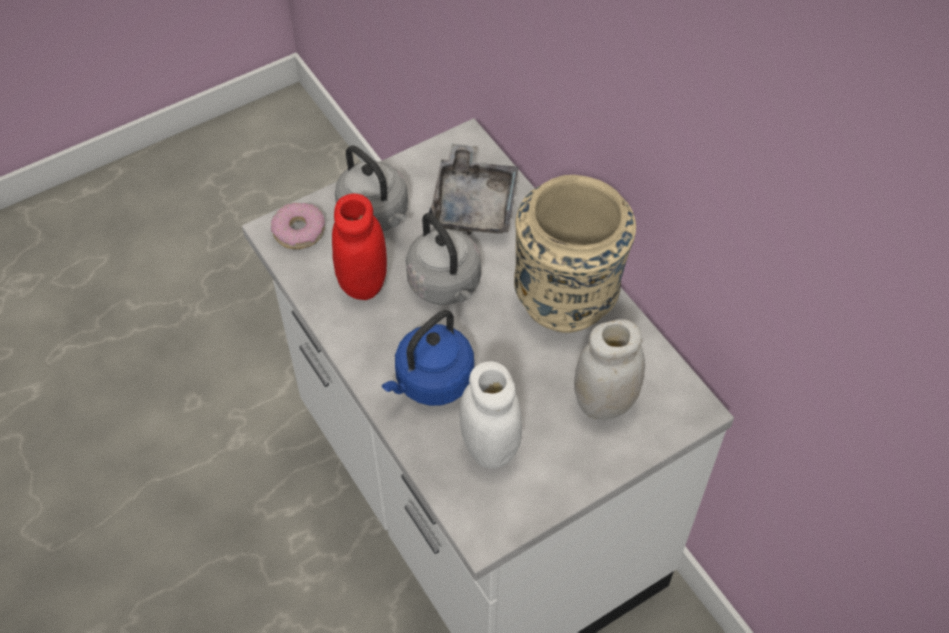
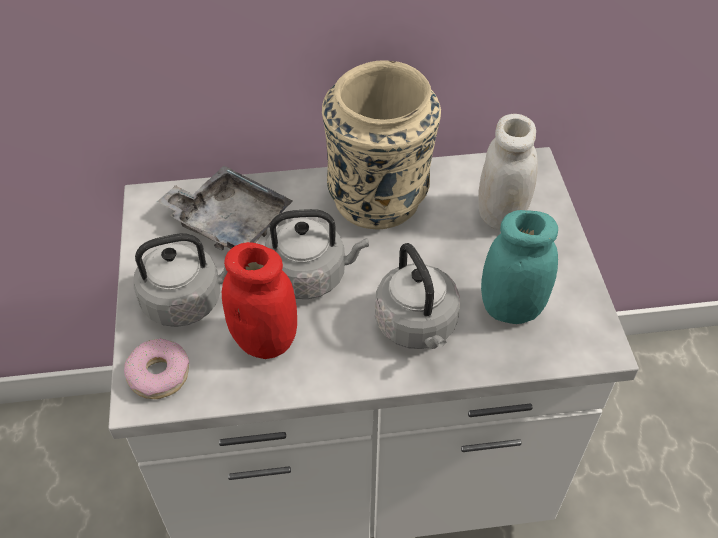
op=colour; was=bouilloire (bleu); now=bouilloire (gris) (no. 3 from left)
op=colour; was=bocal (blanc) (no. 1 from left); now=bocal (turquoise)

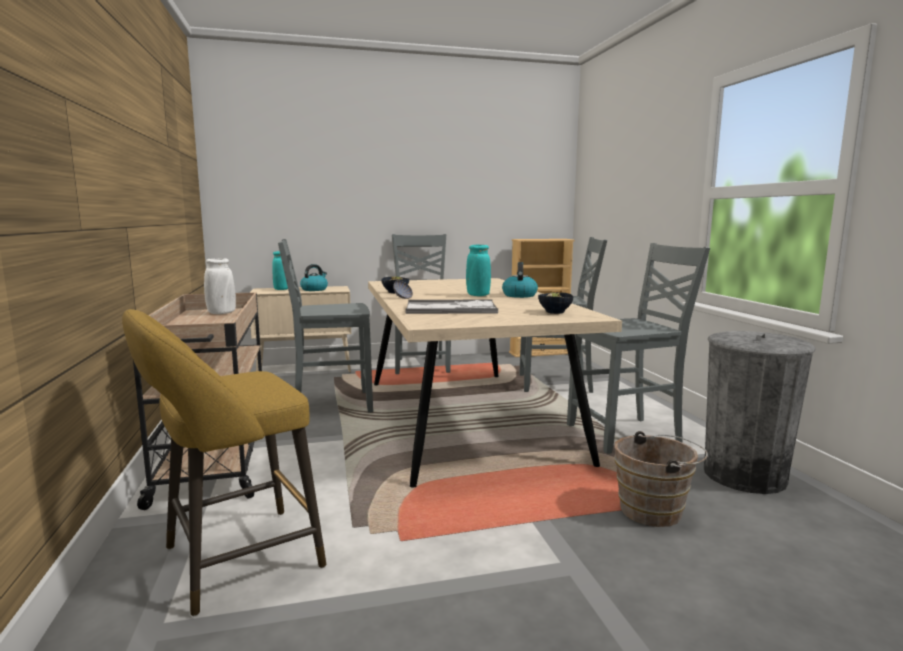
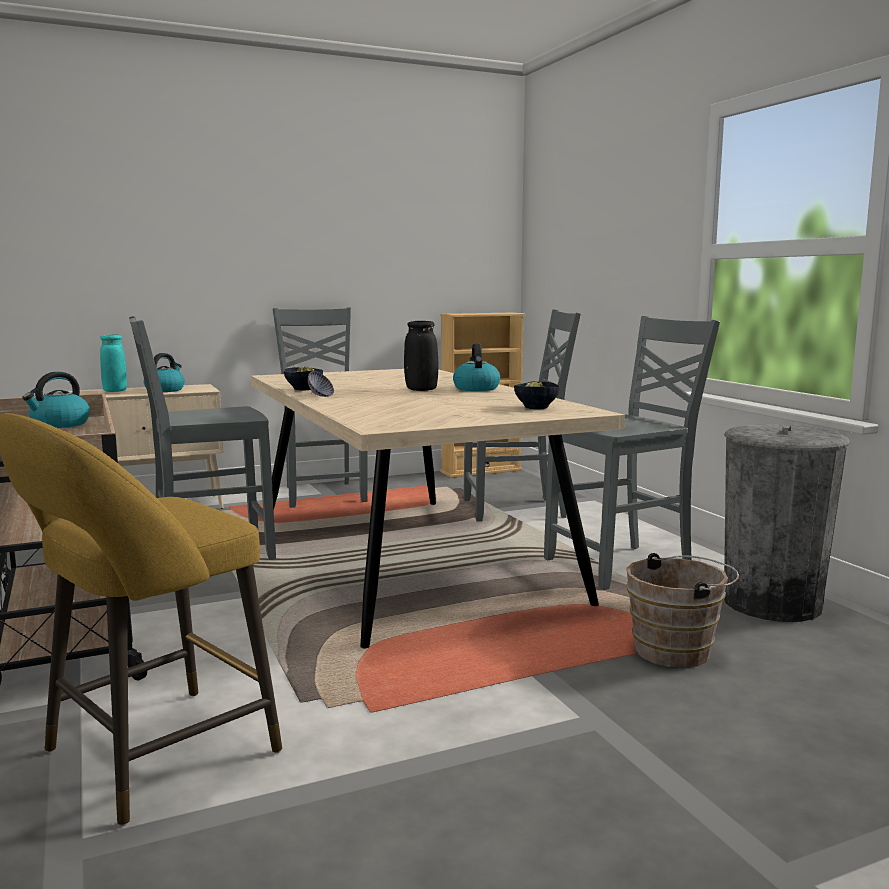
op=missing; was=plateau
op=exchanged; was=vase (blanc); now=bouilloire (no. 1 from left)
op=colour; was=vase (turquoise) (no. 2 from left); now=vase (noir)

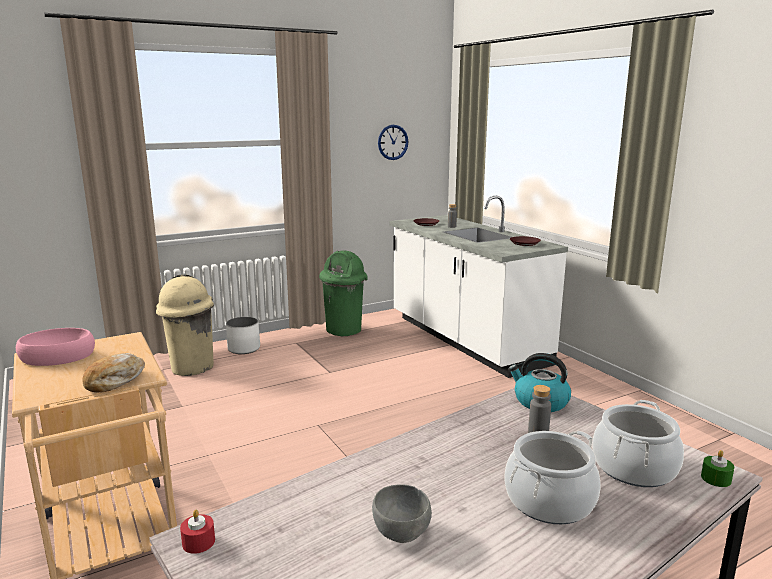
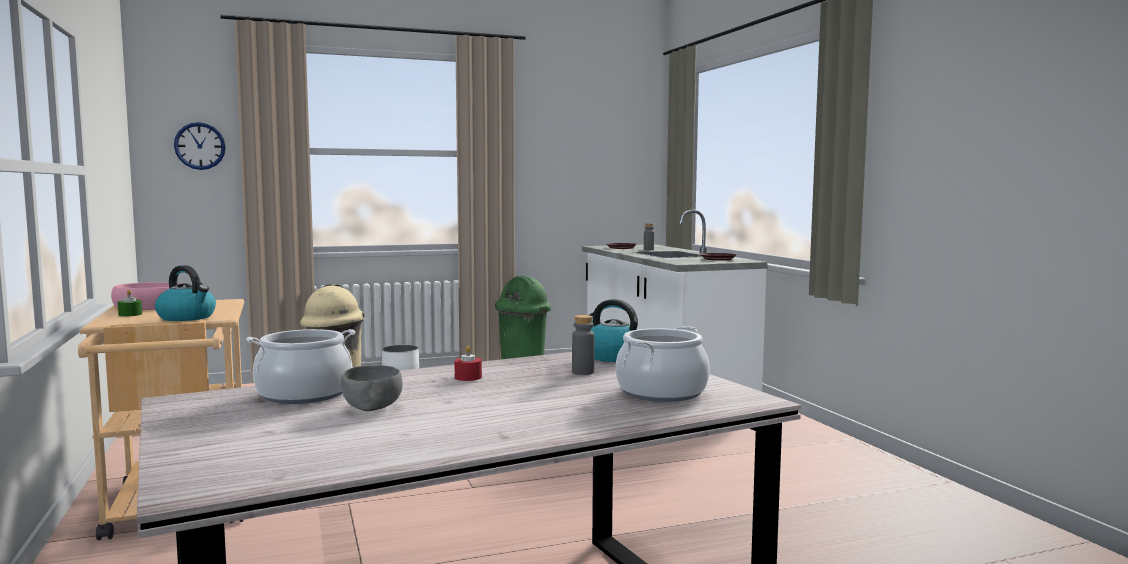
op=relocated; was=bougie (rouge)
op=relocated; was=horloge murale
op=relocated; was=marmite (no. 1 from left)
op=relocated; was=bougie (vert)
op=exchanged; was=pain; now=bouilloire (no. 1 from left)

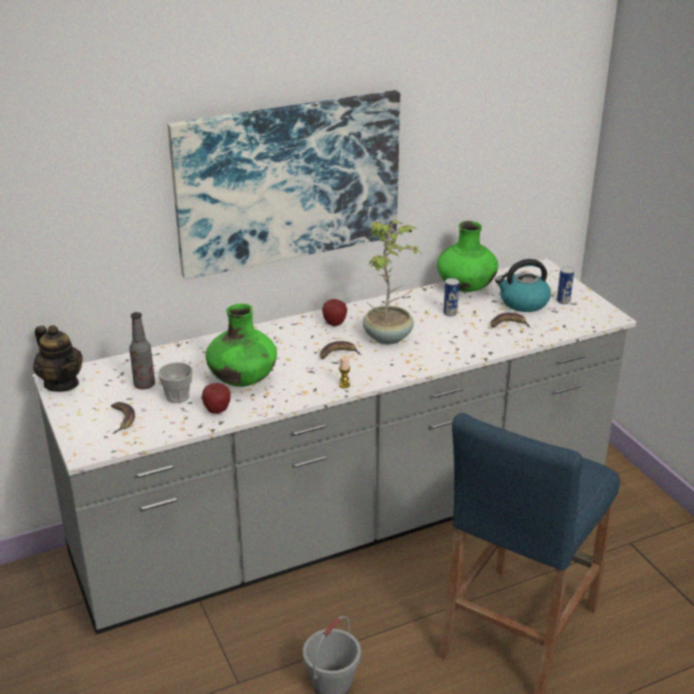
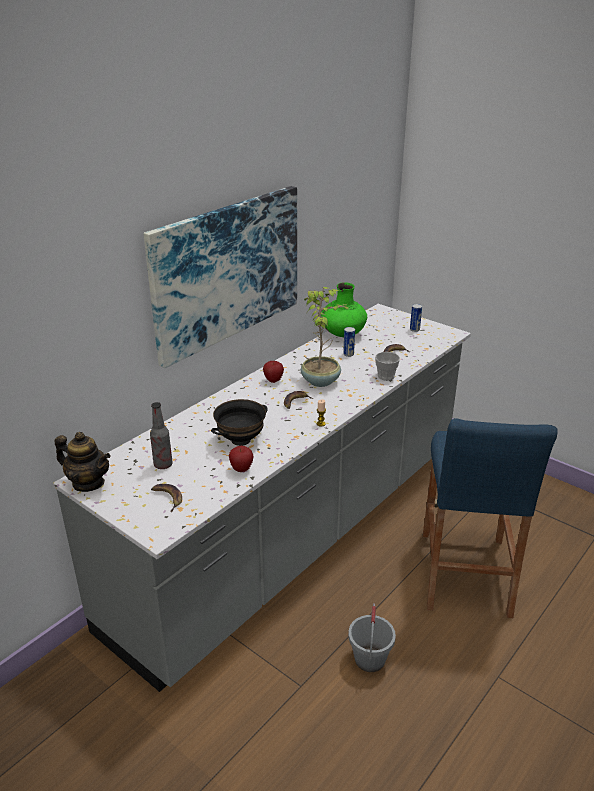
op=missing; was=bouilloire
op=relocated; was=tasse
op=exchanged; was=vase (vert) (no. 1 from left); now=bol (noir)

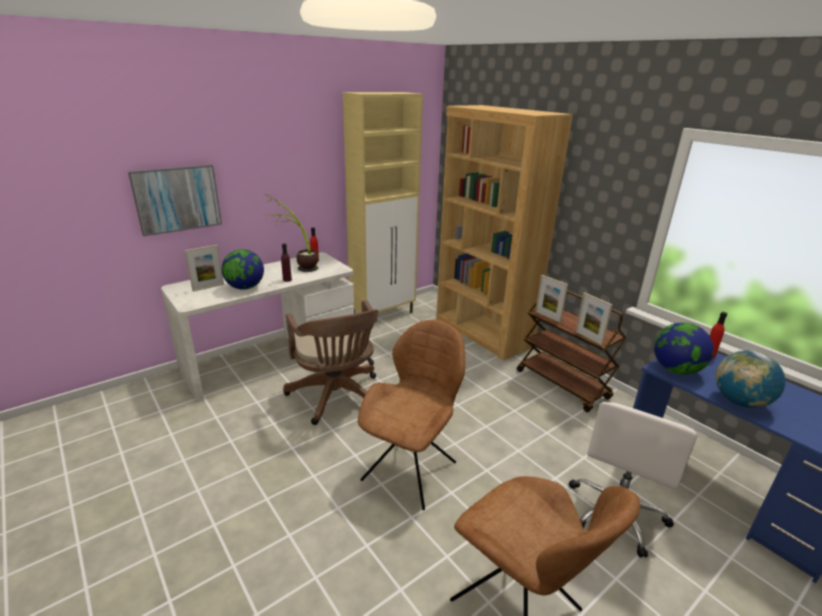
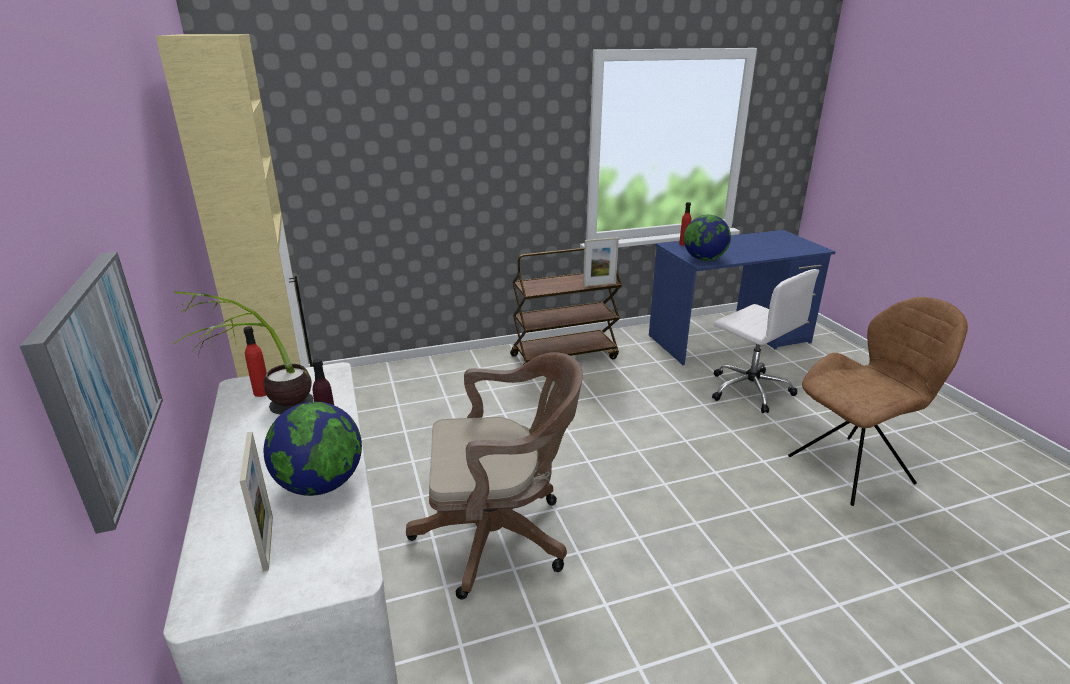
op=missing; was=chaise (marron) (no. 1 from left)
op=missing; was=bibliothèque (marron)
op=missing; was=cadre photo (no. 2 from left)
op=missing; was=globe (no. 3 from left)

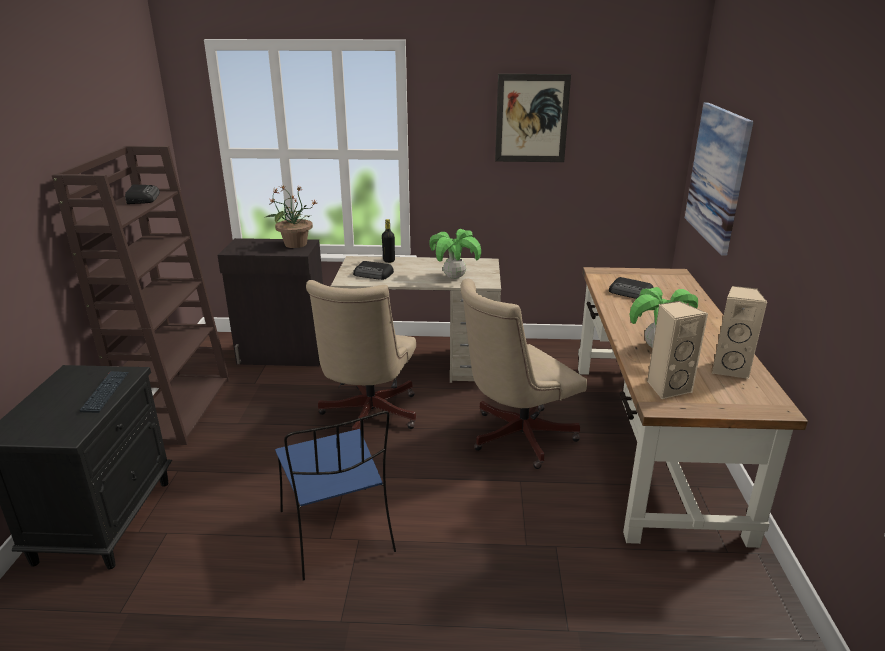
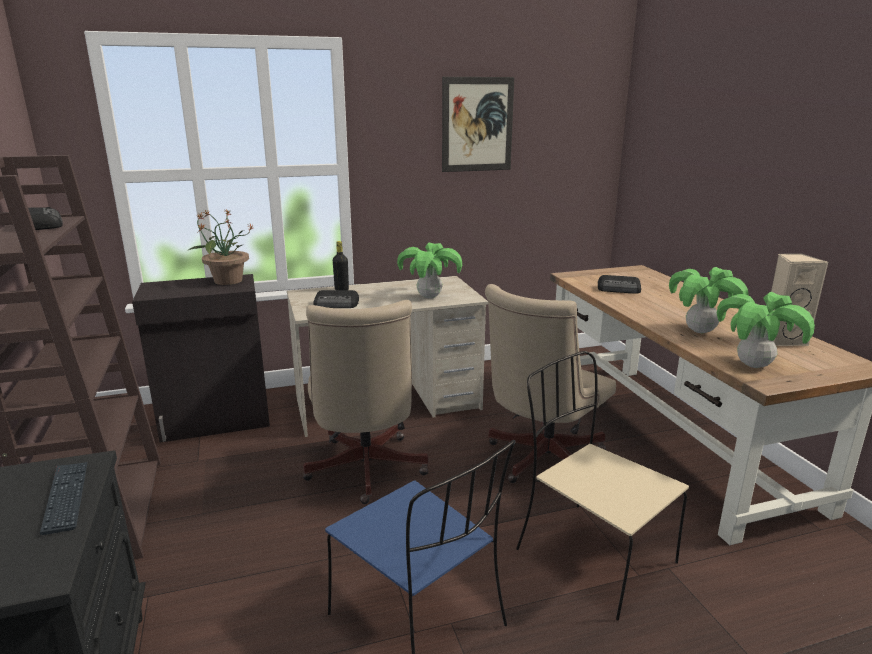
op=missing; was=tableau (no. 2 from left)
op=appeared; now=chaise (beige)
op=exchanged; was=enceinte (beige) (no. 1 from left); now=plante en pot (no. 4 from left)

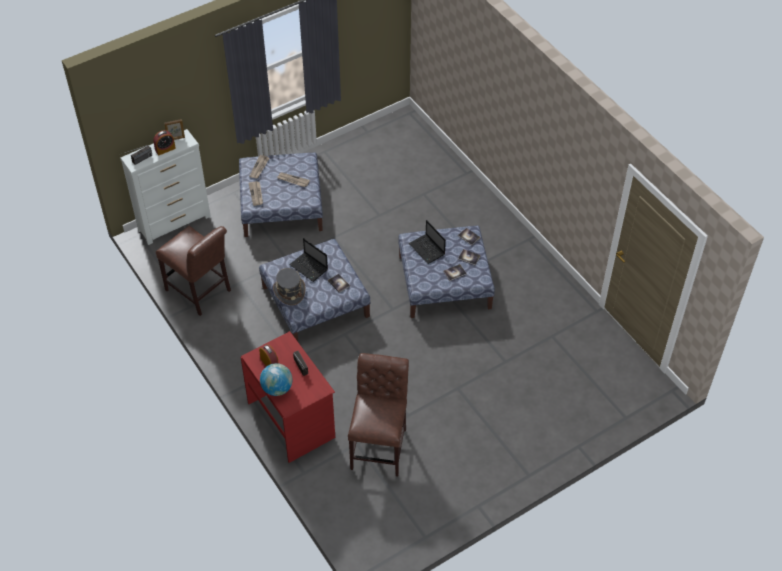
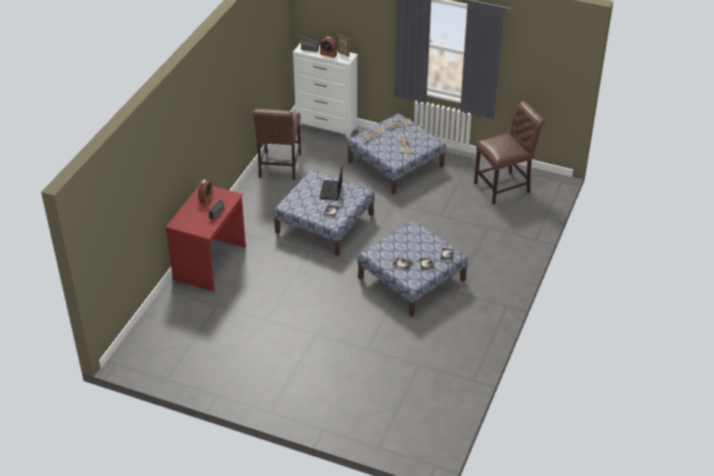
op=missing; was=globe
op=missing; was=chapeau (gris)
op=missing; was=ordinateur portable (no. 2 from left)
op=relocated; was=chaise (marron) (no. 2 from left)

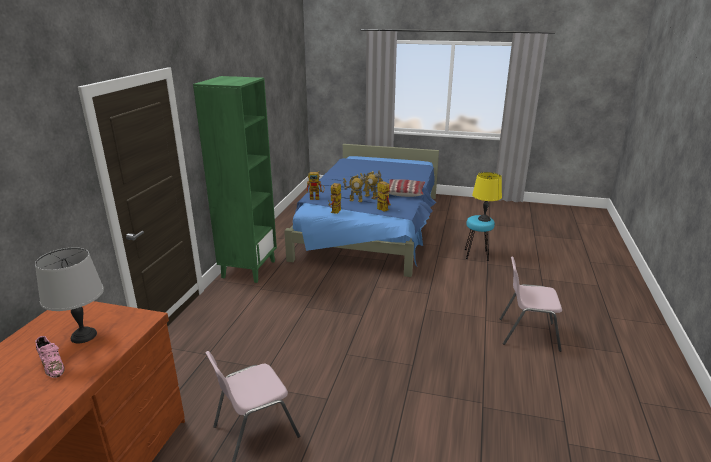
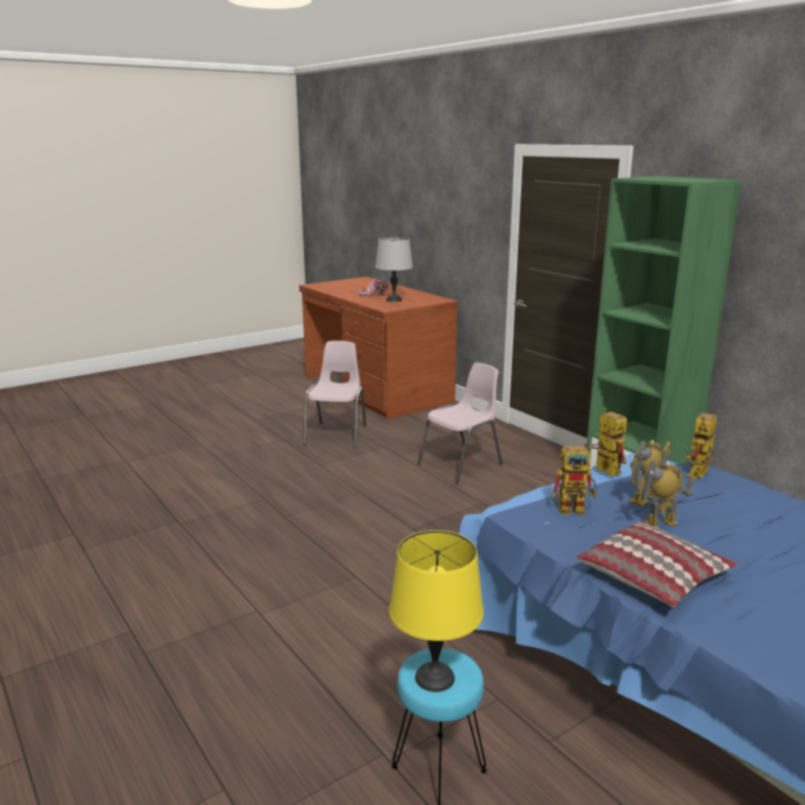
op=relocated; was=chaise (rose) (no. 2 from left)

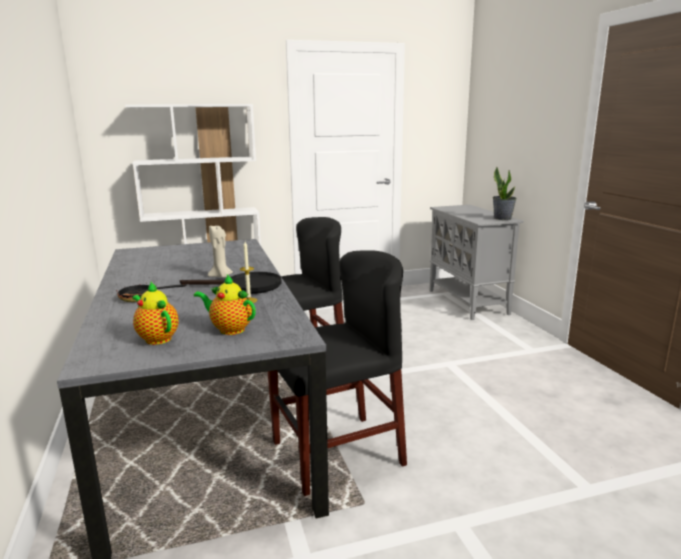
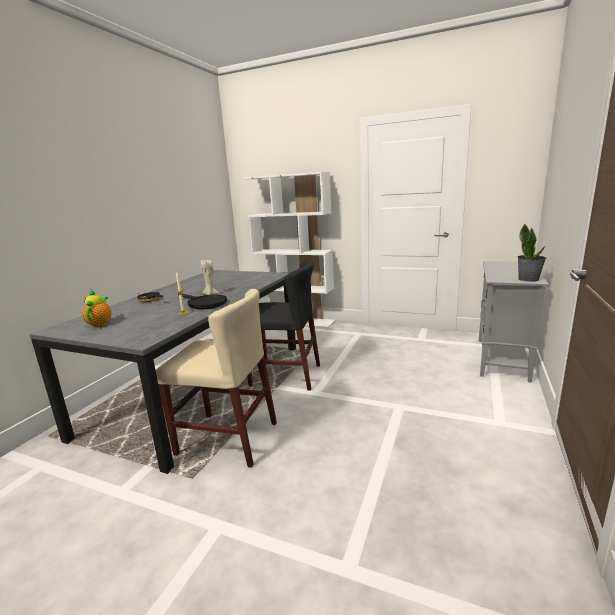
op=missing; was=théière (no. 2 from left)
op=colour; was=chaise (noir) (no. 2 from left); now=chaise (beige)

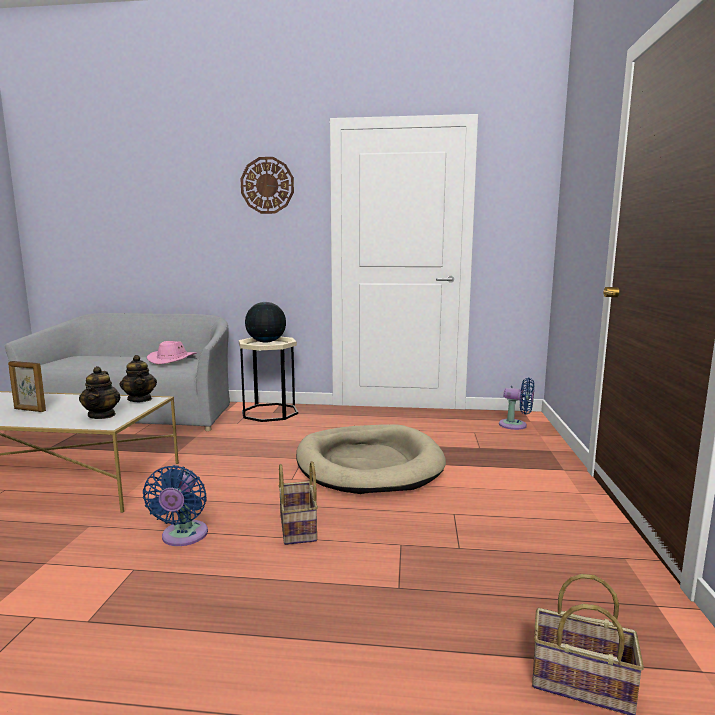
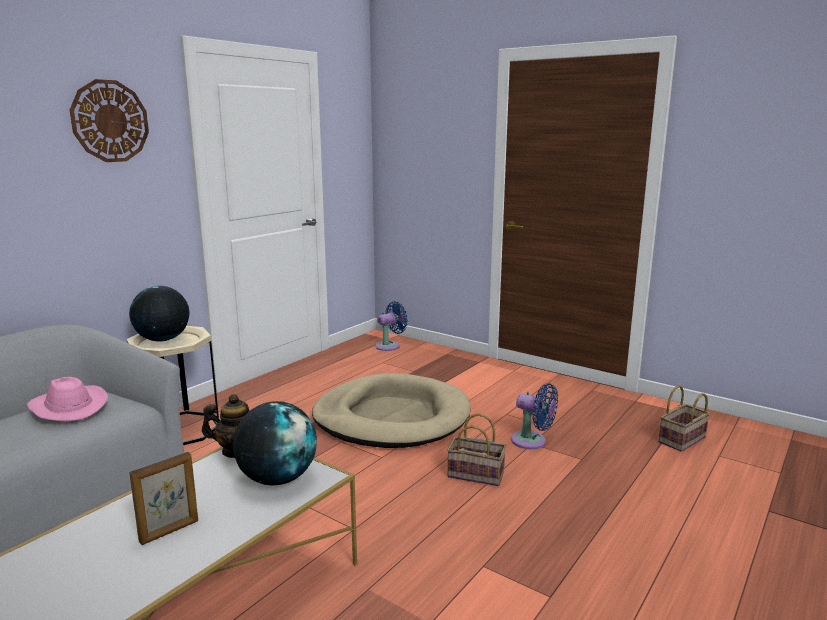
op=relocated; was=ventilateur (bleu) (no. 1 from left in the first image); now=ventilateur (bleu) (no. 2 from left)
op=exchanged; was=théière (no. 1 from left); now=globe (no. 2 from left)

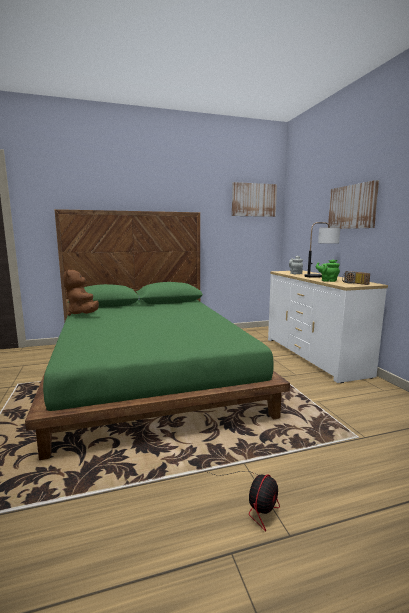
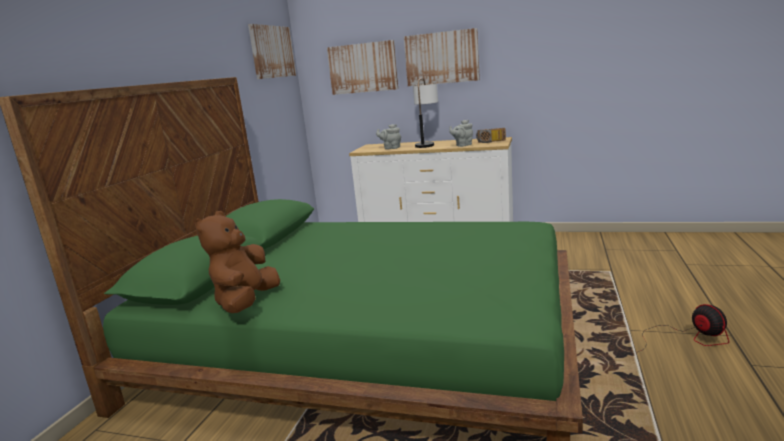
op=appeared; now=tableau (no. 2 from left)
op=colour; was=théière (vert); now=théière (gris) (no. 2 from left)
op=spun; was=peluche (marron); clockwise=90

